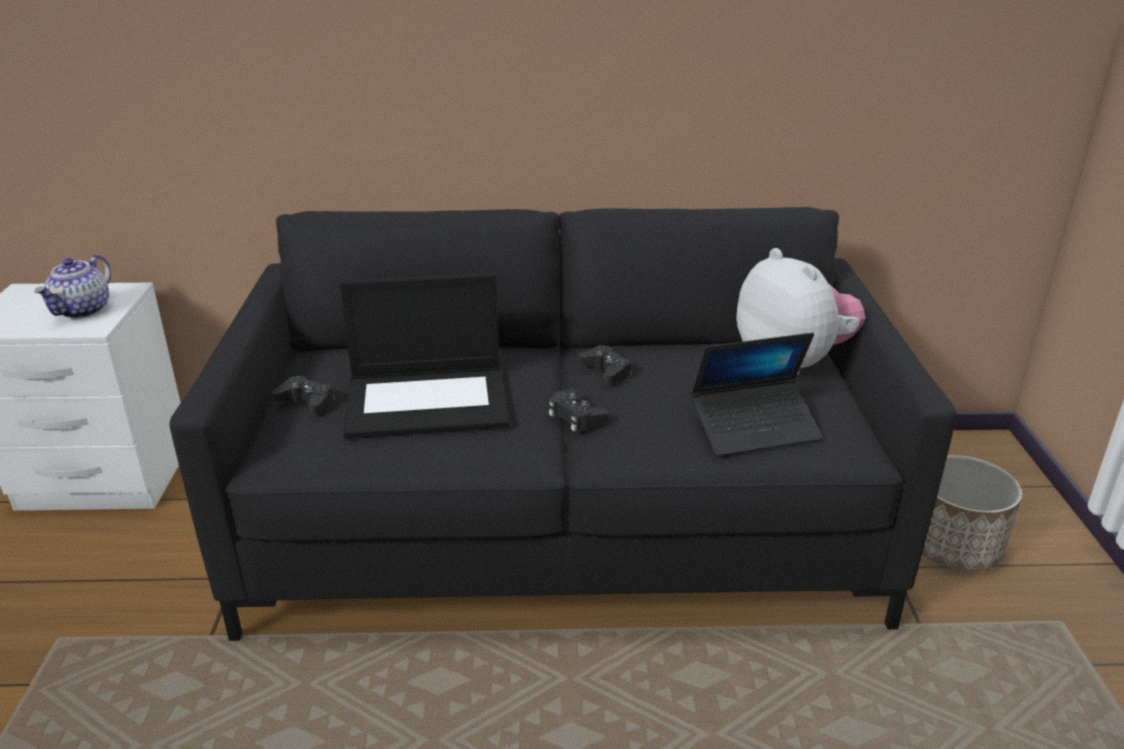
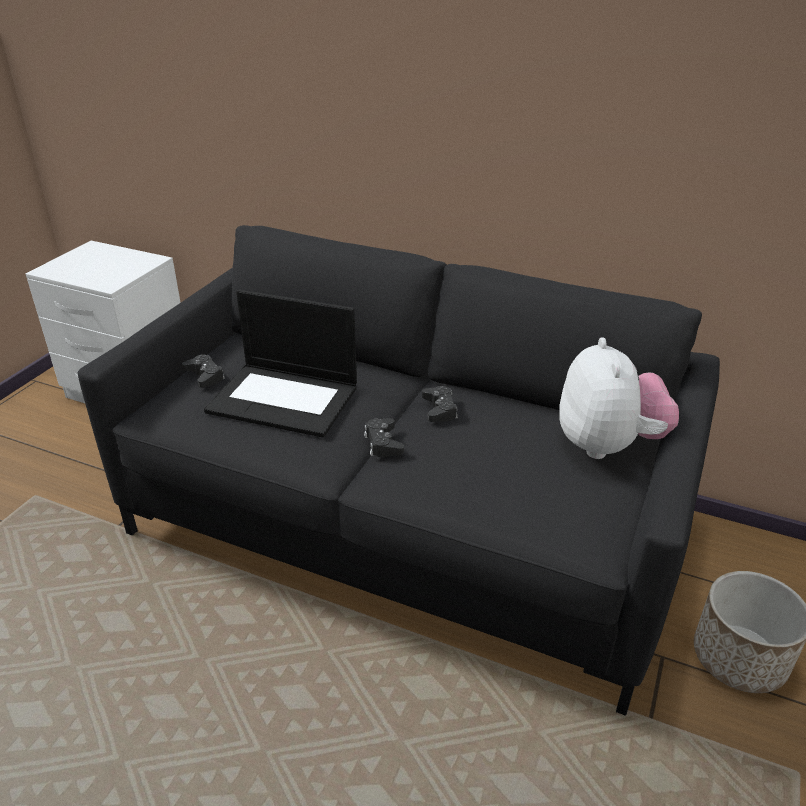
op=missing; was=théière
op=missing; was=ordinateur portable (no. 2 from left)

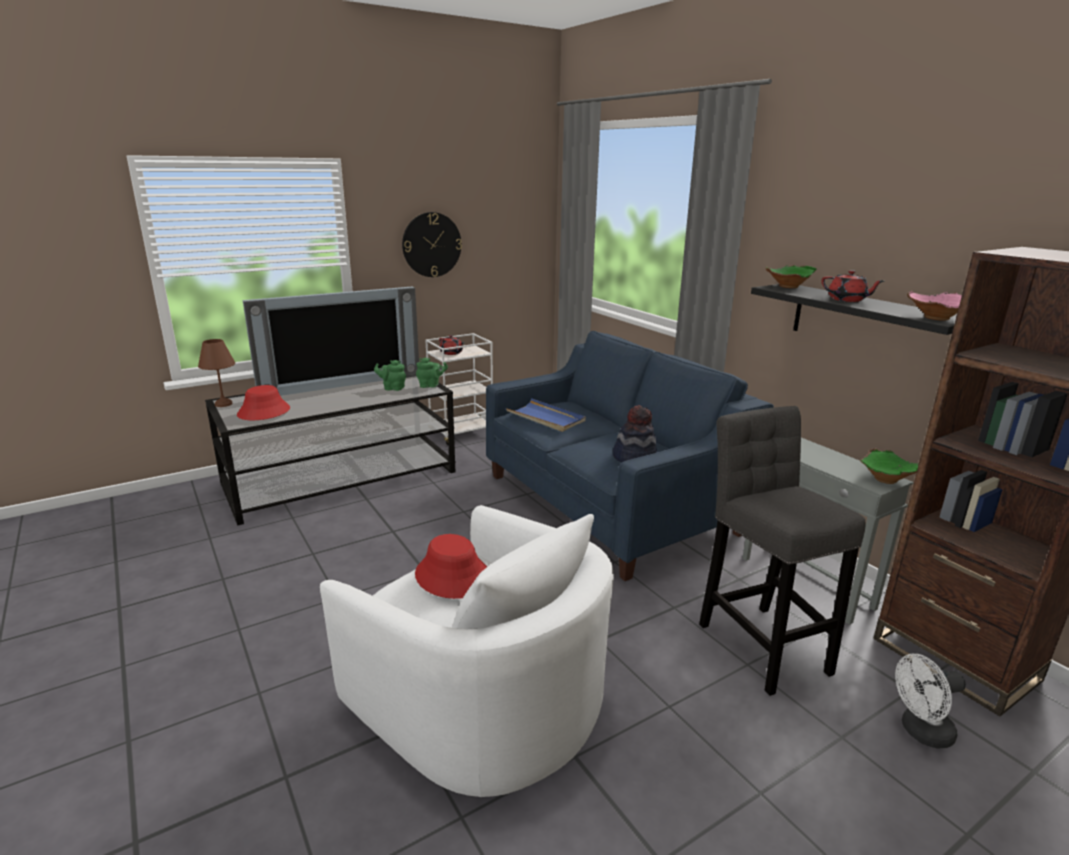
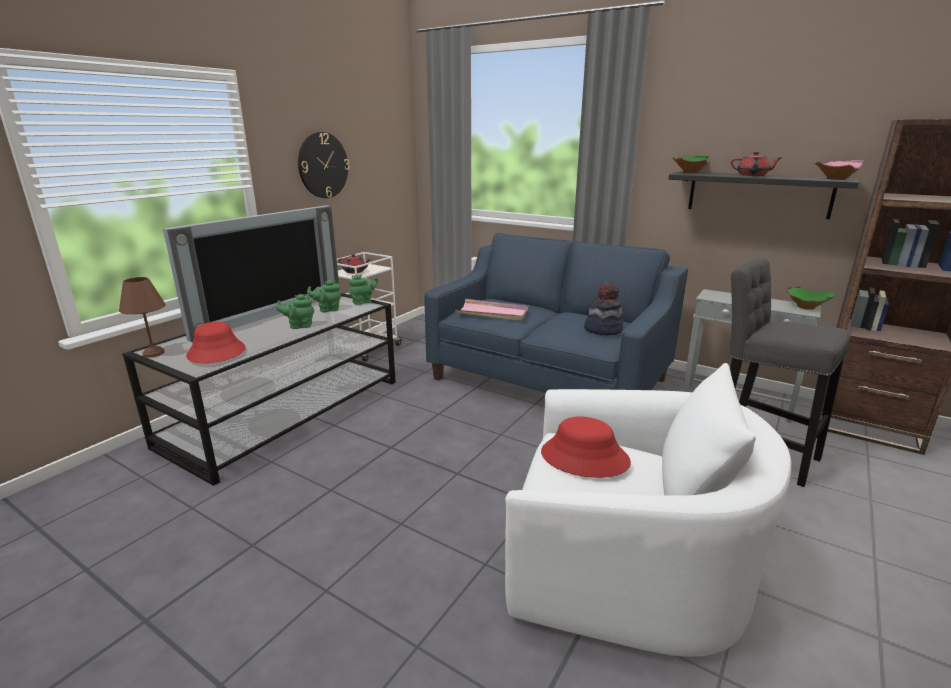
op=missing; was=ventilateur (blanc)
op=appeared; now=théière (vert) (no. 1 from left)
op=colour; was=plateau (bleu); now=plateau (rose)

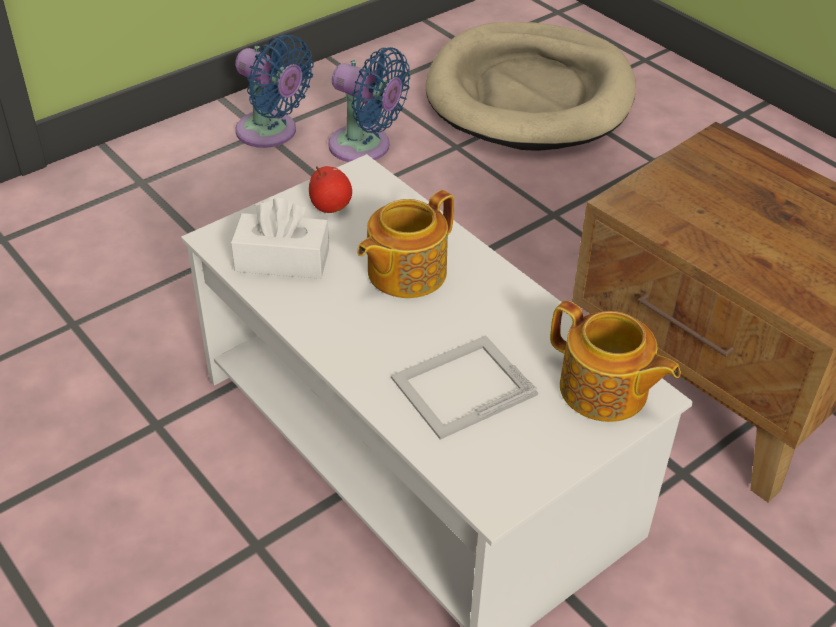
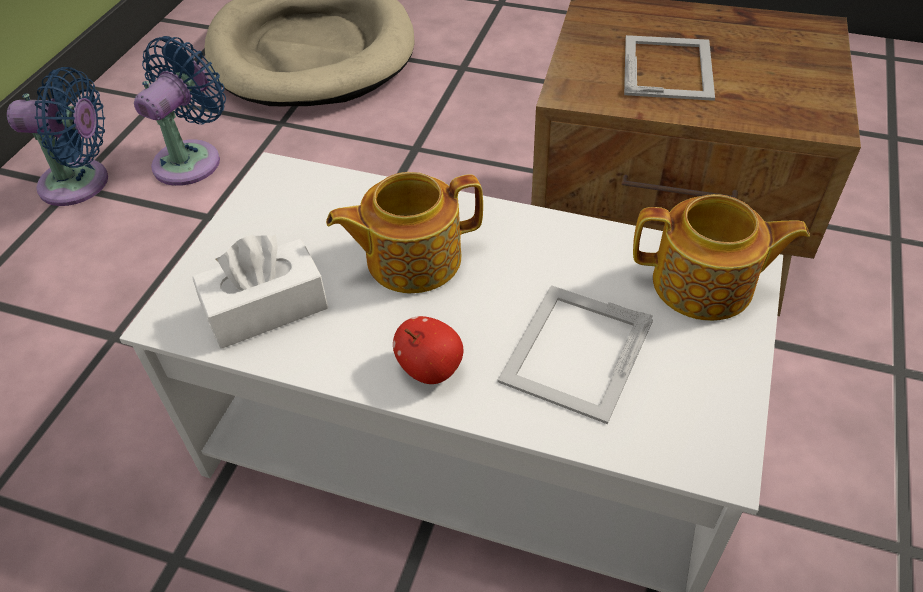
op=appeared; now=cadre photo (no. 2 from left)
op=relocated; was=pomme
op=spun; was=ventilateur (bleu) (no. 2 from left); clockwise=-60
op=spun; was=théière (no. 1 from left); clockwise=60

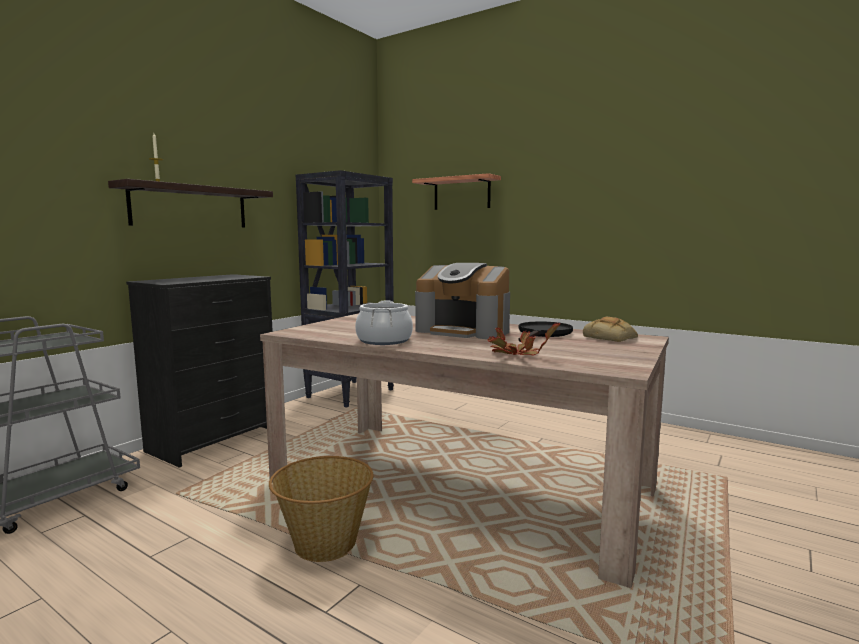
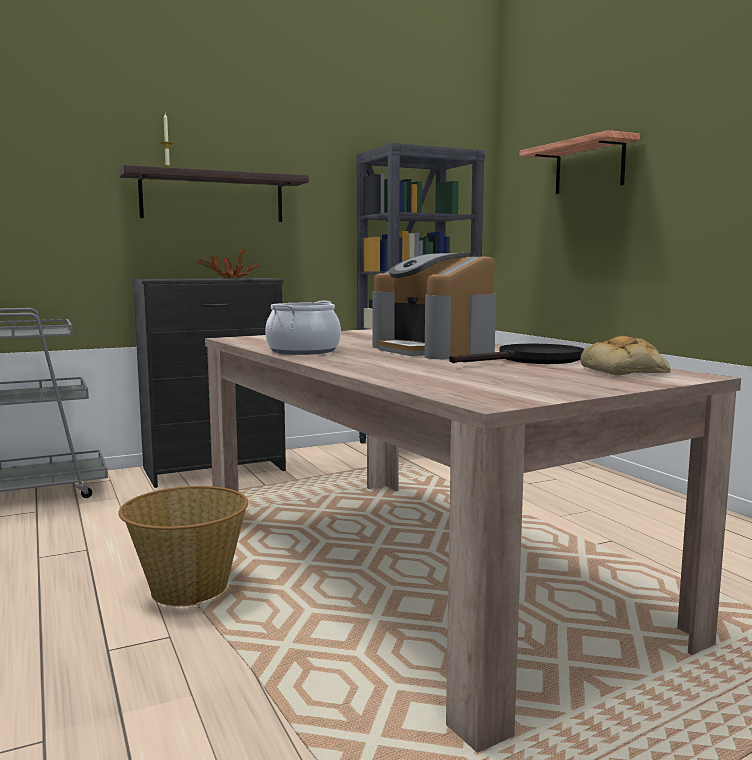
op=relocated; was=plante en pot

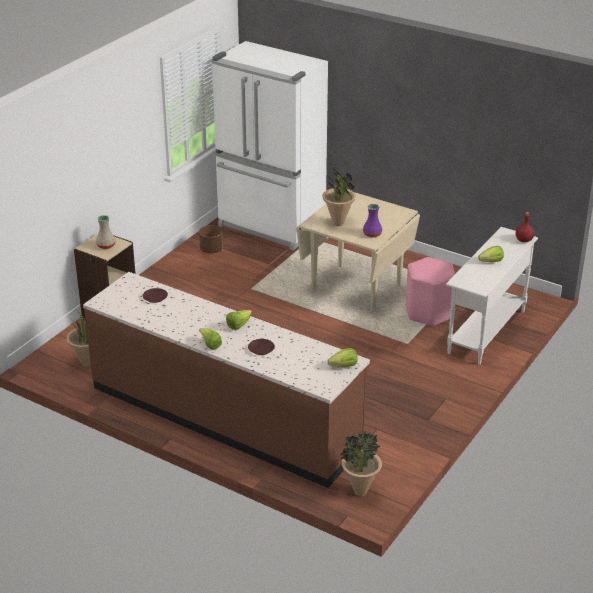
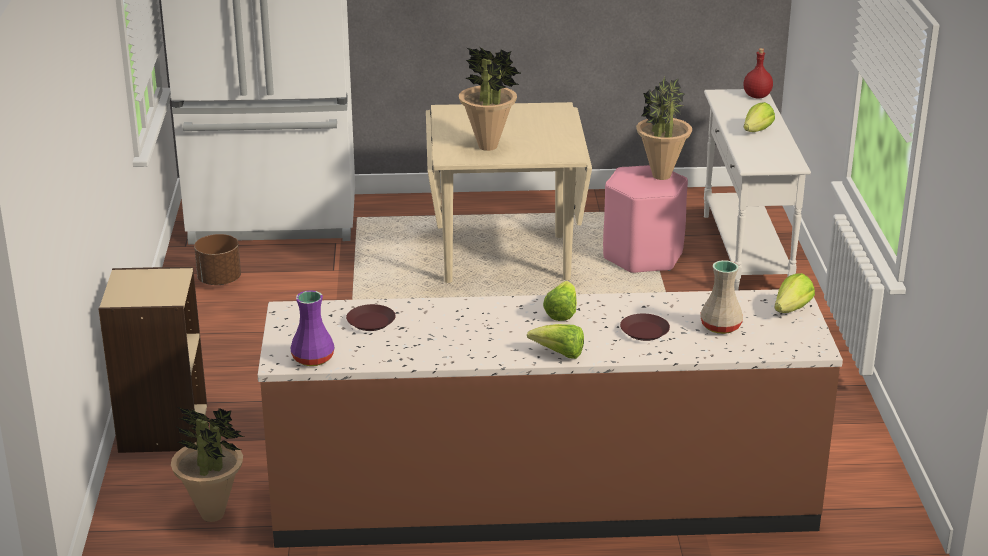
op=relocated; was=vase (beige)
op=relocated; was=plante en pot (no. 3 from left)
op=relocated; was=vase (violet)

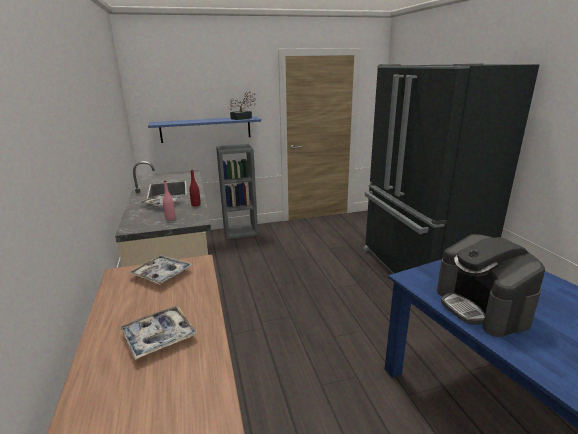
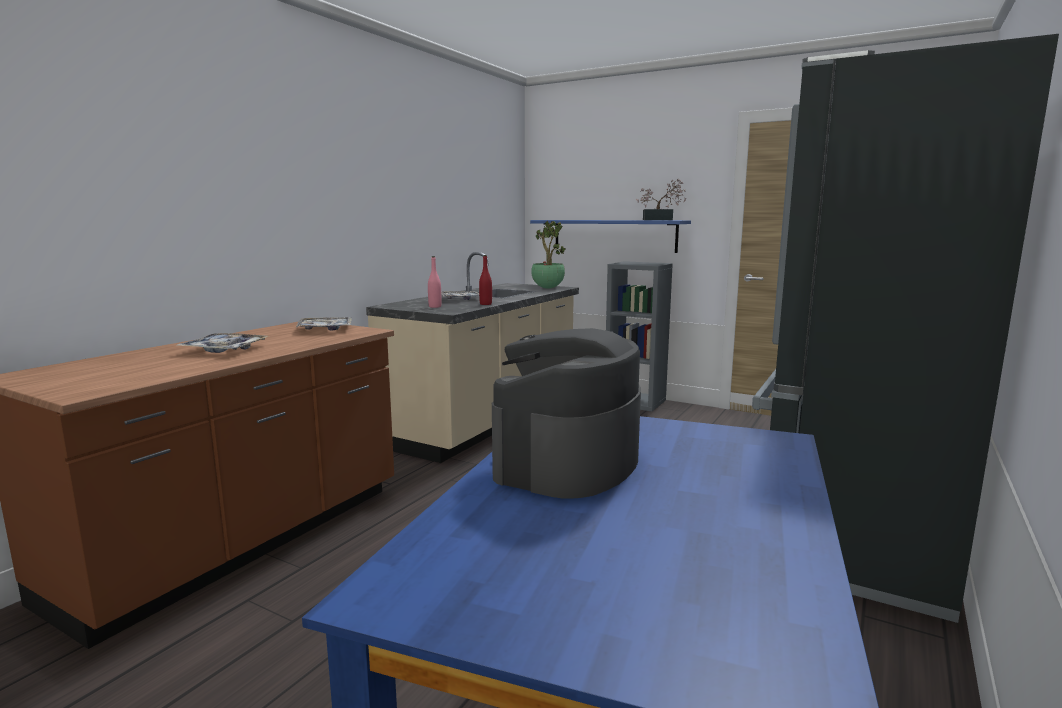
op=appeared; now=plante en pot (no. 1 from left)

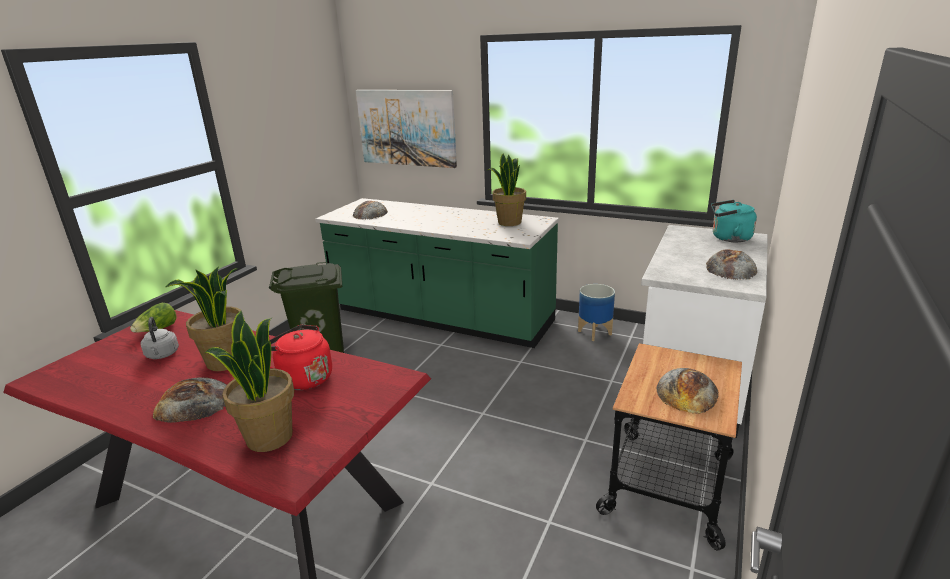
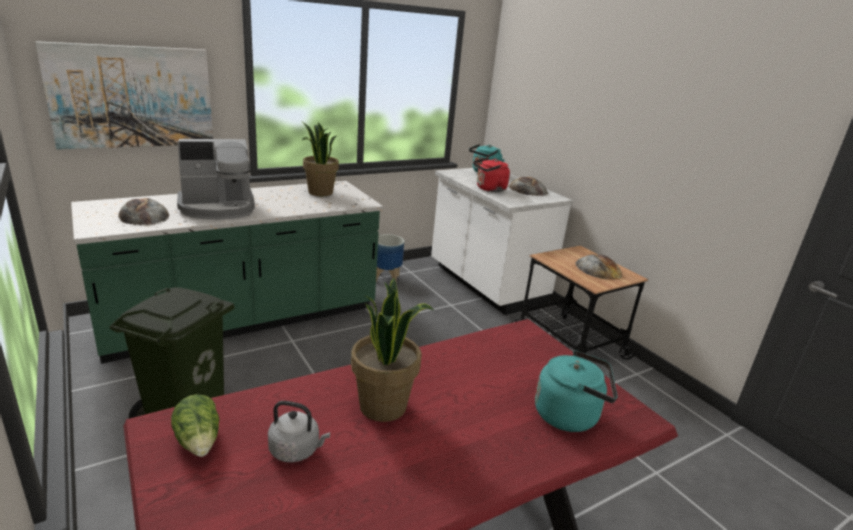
op=missing; was=pain (no. 1 from left)
op=appeared; now=machine à café
op=relocated; was=bouilloire (rouge)
op=exchanged; was=plante en pot (no. 2 from left); now=bouilloire (turquoise) (no. 2 from left)

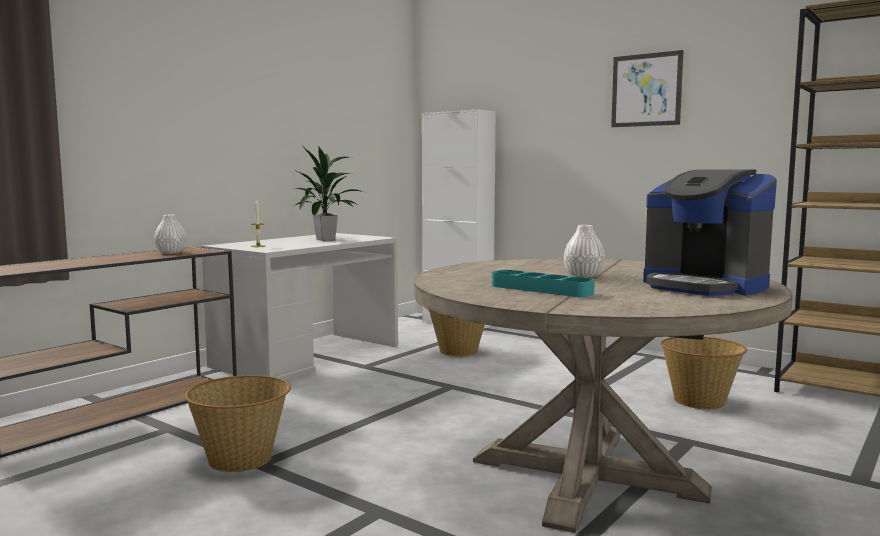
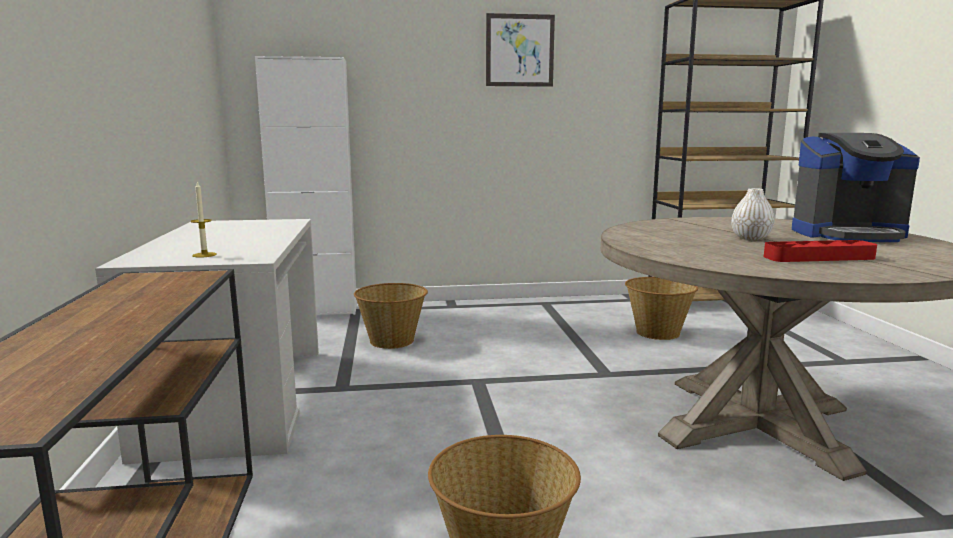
op=missing; was=vase (blanc) (no. 1 from left)
op=missing; was=plante en pot
op=colour; was=plateau (turquoise); now=plateau (rouge)

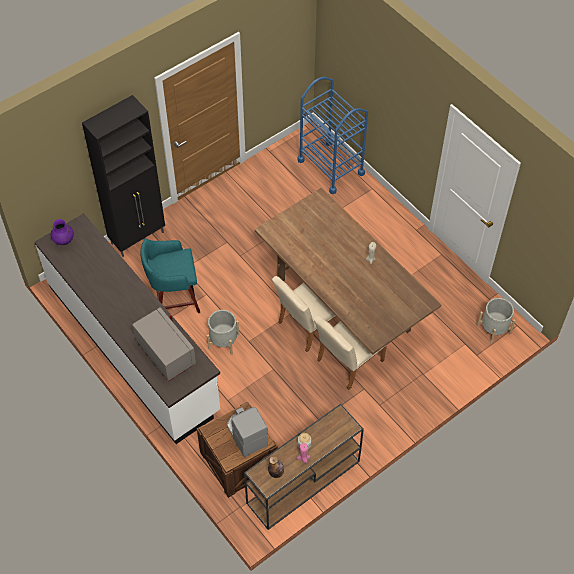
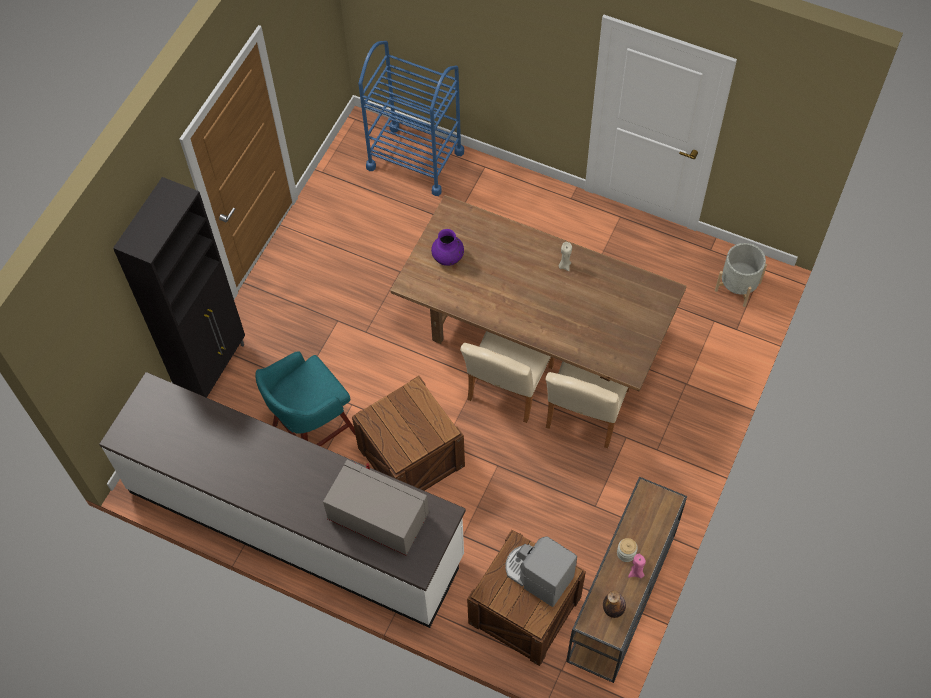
op=relocated; was=vase (violet)
op=exchanged; was=cache-pot (gris) (no. 1 from left); now=caisse (no. 1 from left)

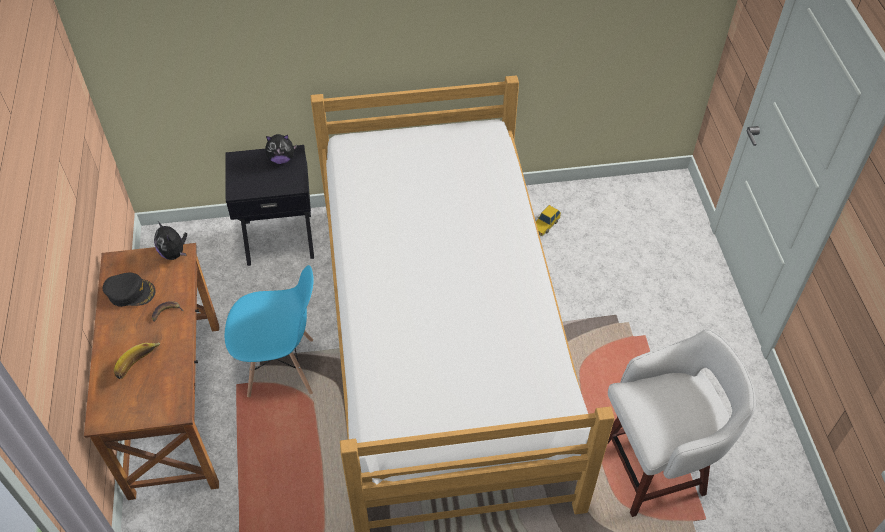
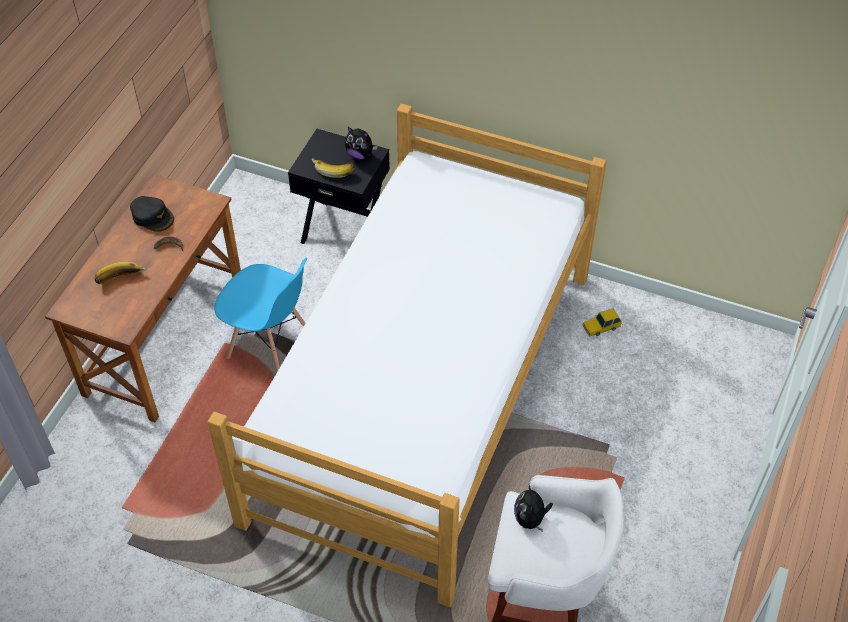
op=appeared; now=banane (no. 3 from left)
op=relocated; was=peluche (no. 1 from left in the first image); now=peluche (no. 2 from left)

